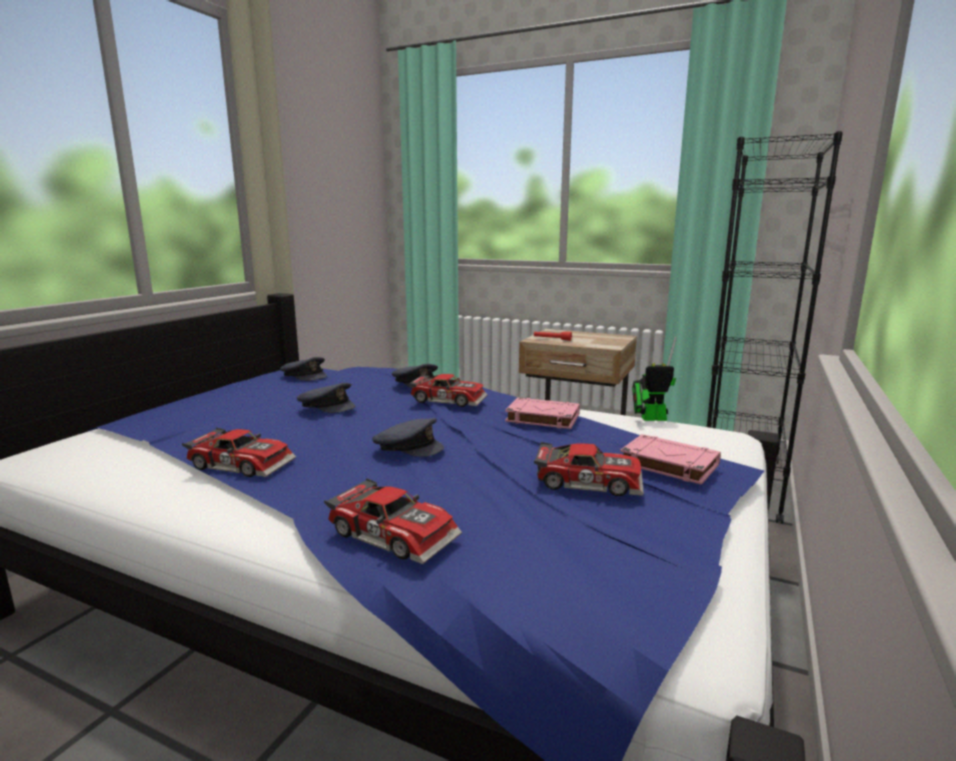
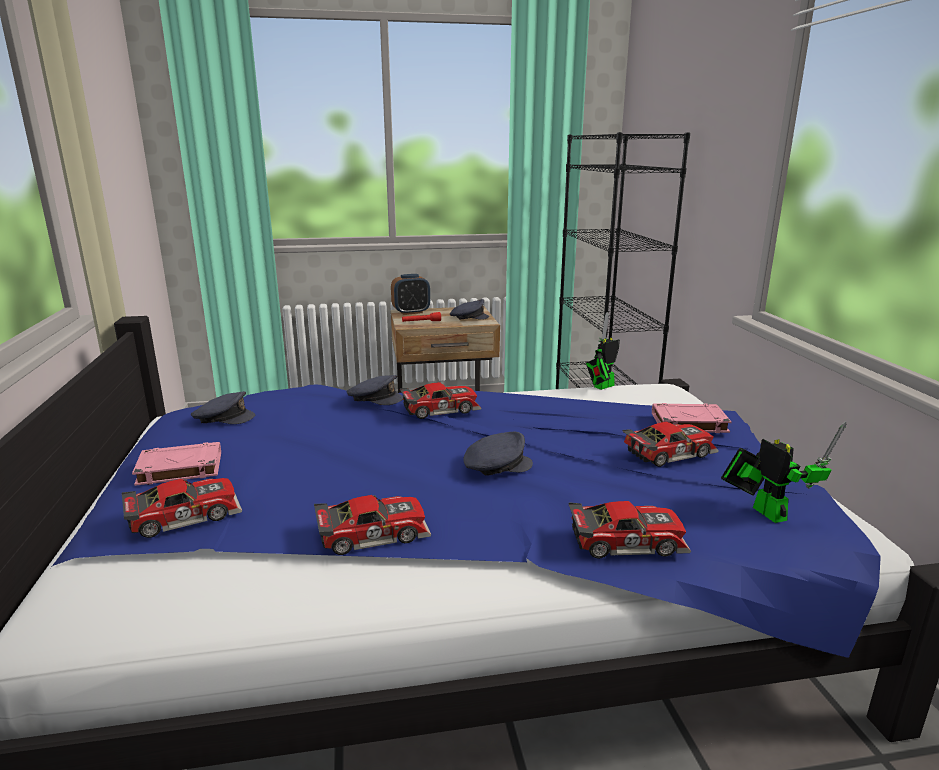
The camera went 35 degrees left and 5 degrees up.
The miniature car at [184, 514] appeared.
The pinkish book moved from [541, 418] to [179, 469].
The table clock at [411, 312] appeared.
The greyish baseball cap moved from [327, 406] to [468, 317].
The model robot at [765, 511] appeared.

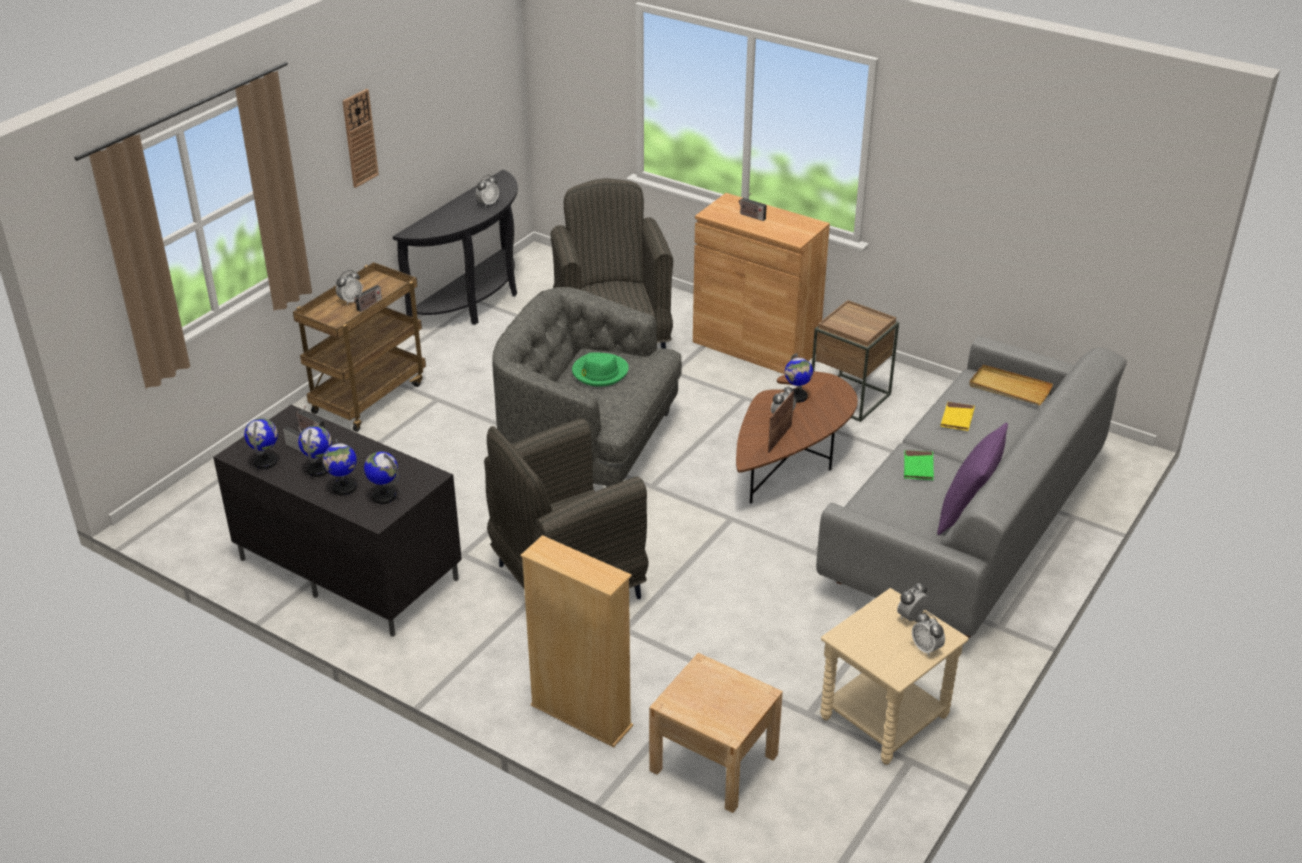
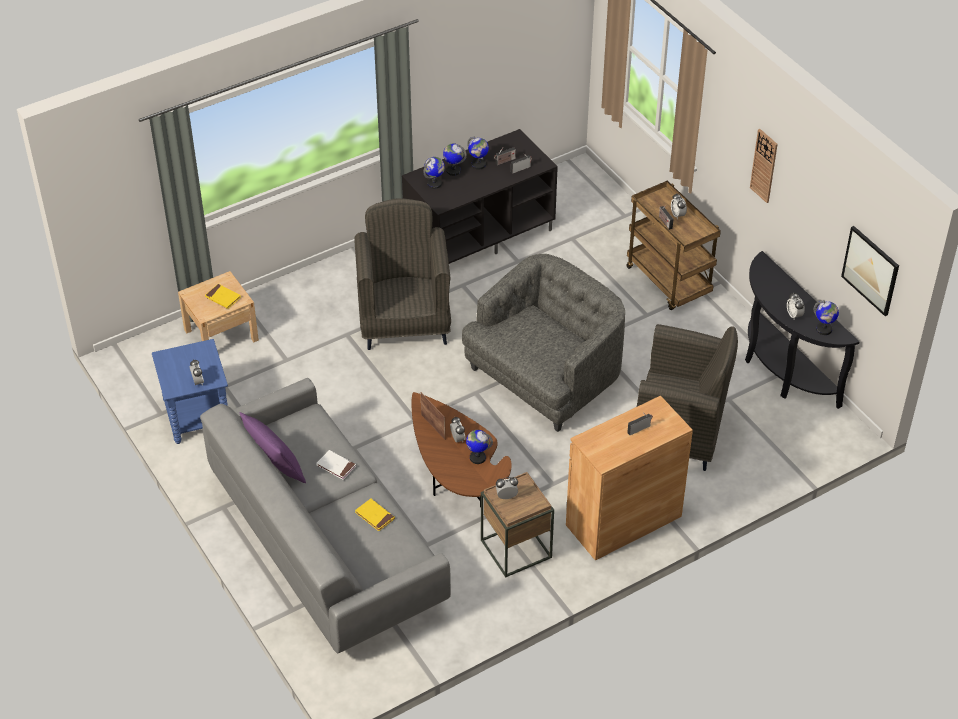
The camera went 115 degrees right and 10 degrees up.
The beige-coloured end table at [884, 718] became the blue-coloured end table at [196, 417].
The yellowish book at [223, 297] appeared.
The greenish book at [918, 467] became the white book at [336, 466].
The table clock moved from [926, 648] to [506, 496].
The world globe moved from [266, 462] to [824, 329].
The wall art at [870, 270] appeared.
The beige-coloured bookcase at [581, 716] disappeared.
The greenish clothing hat at [599, 372] disappeared.
The beige-coloured carrying tray at [1009, 388] disappeared.

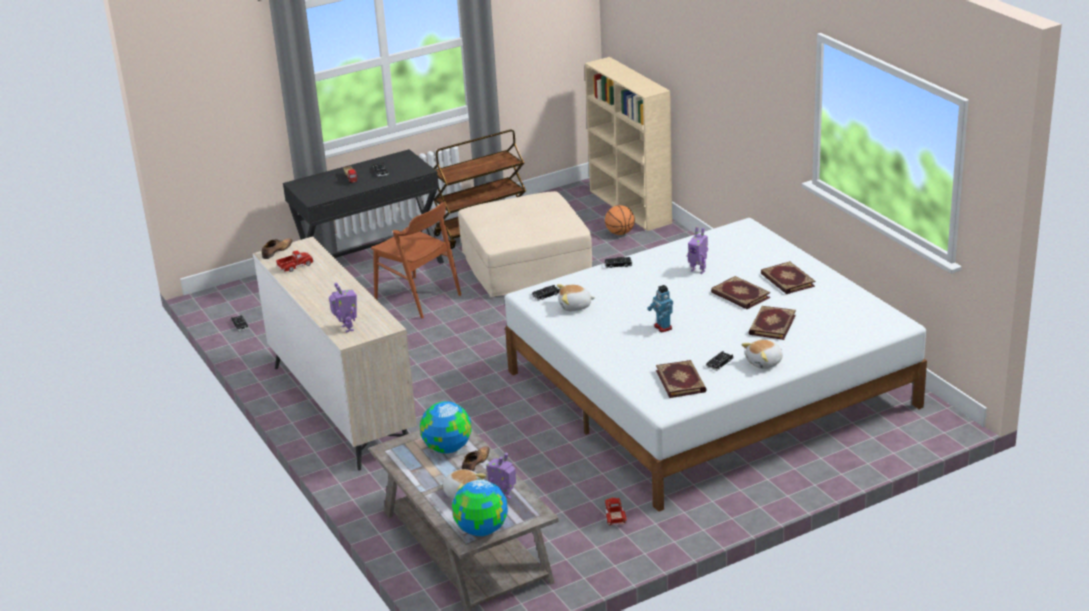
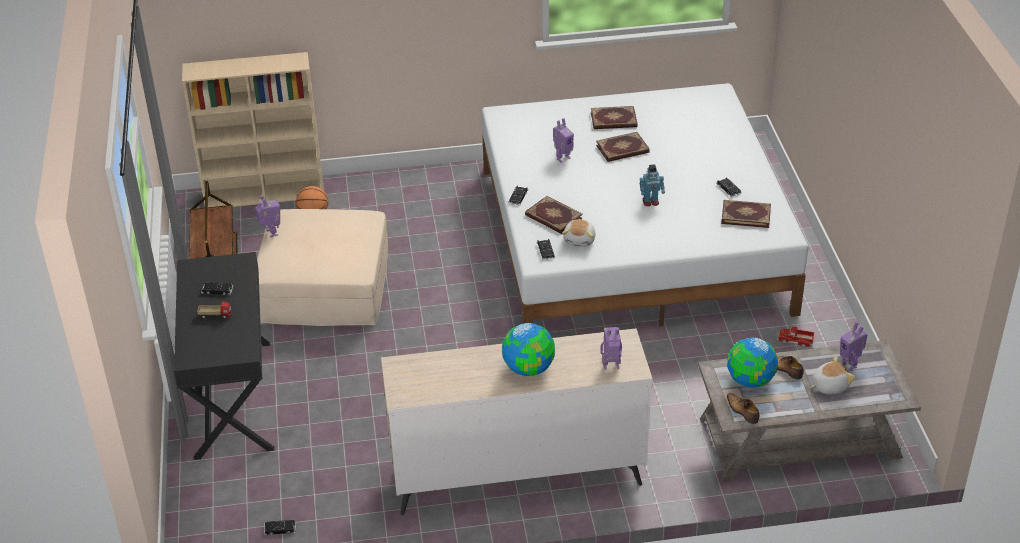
The camera went 70 degrees left and 10 degrees up.
The model robot at [271, 233] appeared.
The world globe moved from [482, 530] to [529, 368].
The book moved from [771, 324] to [553, 217].
The low shoe moved from [276, 251] to [742, 411].
The toy lorry at [295, 266] disappeared.
The brownish chair at [418, 297] disappeared.
The cuddly toy at [764, 363] disappeared.

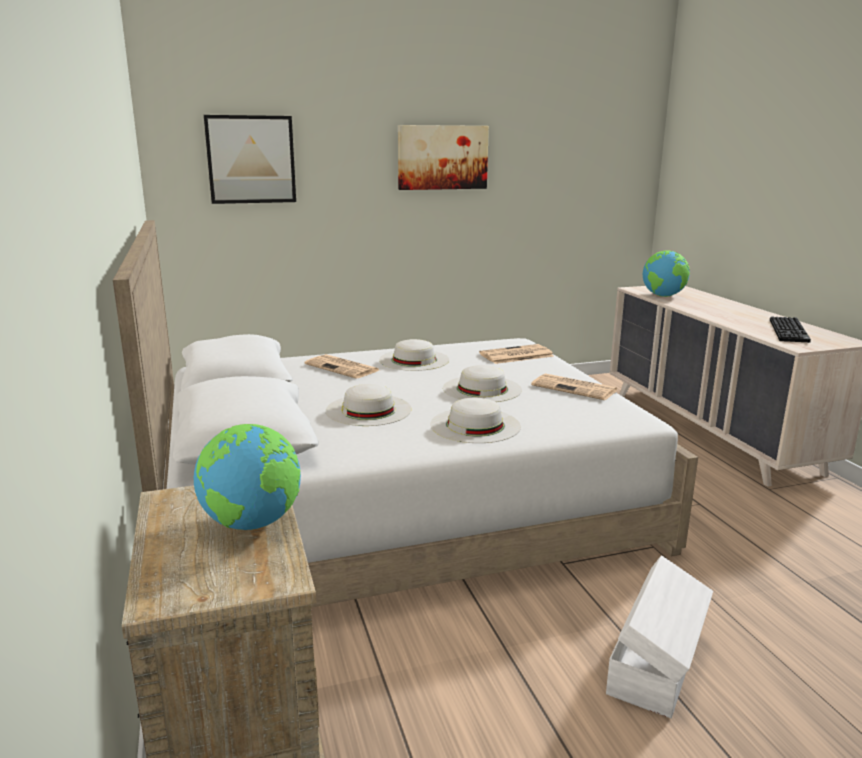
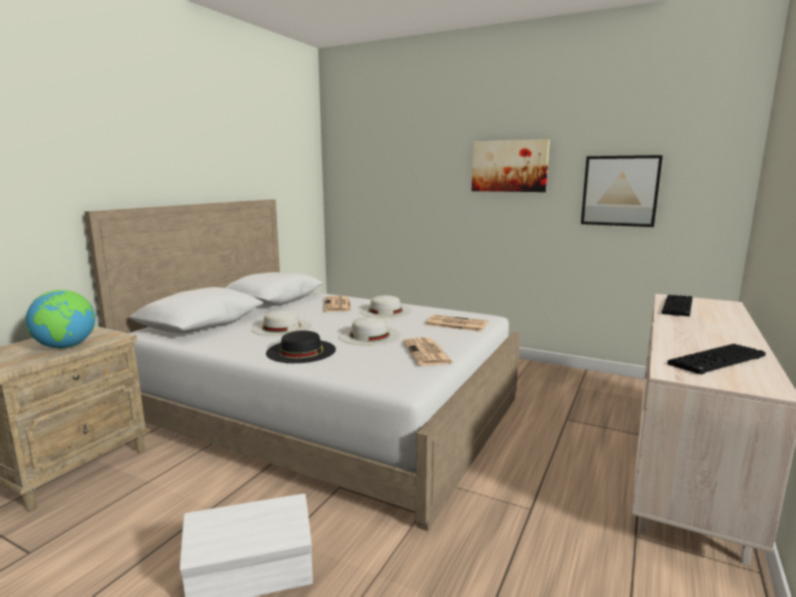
The camera went 45 degrees right and 5 degrees down.
The white clothing hat at [475, 425] became the blackish clothing hat at [301, 351].
The wall art moved from [251, 159] to [620, 191].
The world globe at [663, 296] was replaced by the PC keyboard at [679, 307].

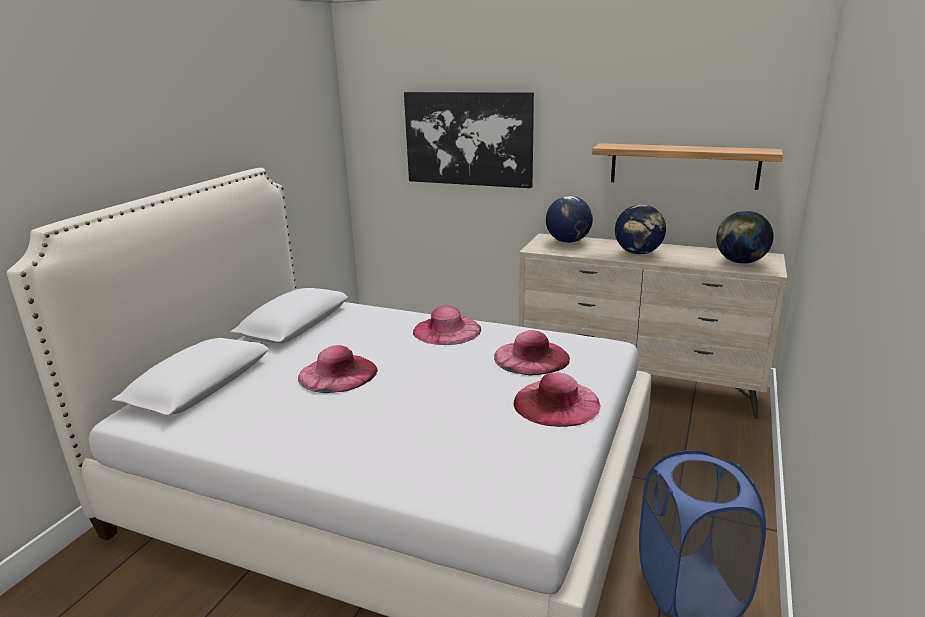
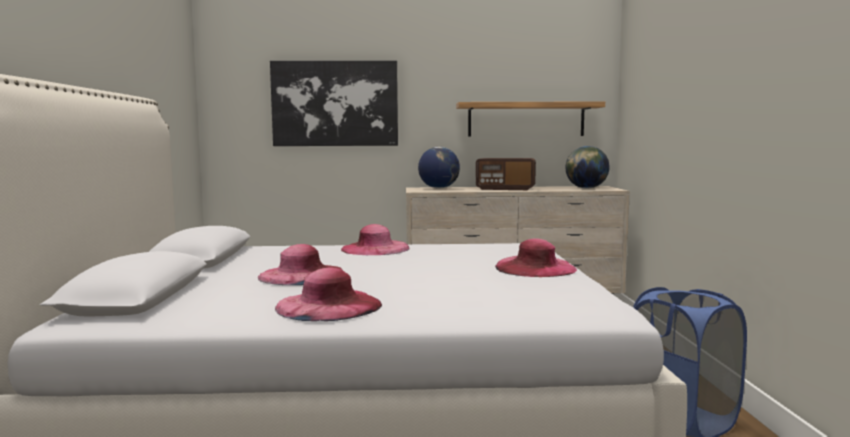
The camera went 25 degrees left and 15 degrees down.
The pinkish clothing hat moved from [531, 357] to [329, 305].
The world globe at [638, 253] was replaced by the radio at [505, 189].

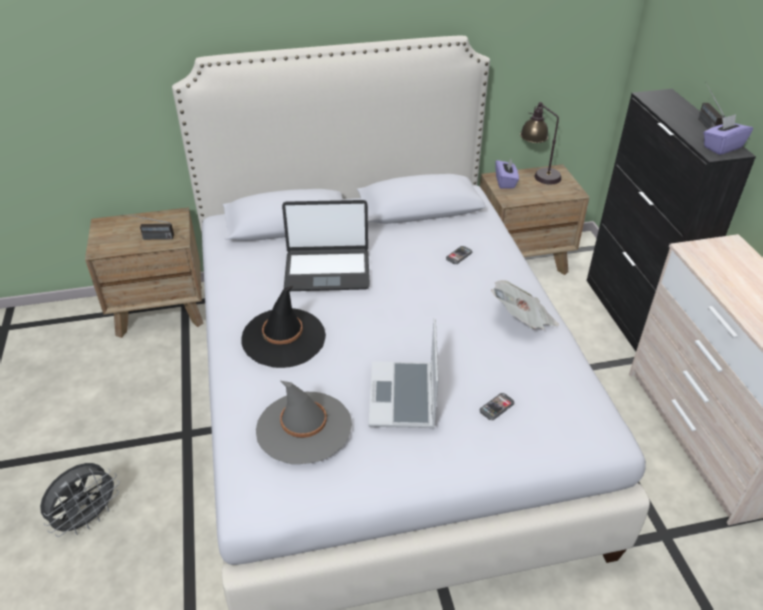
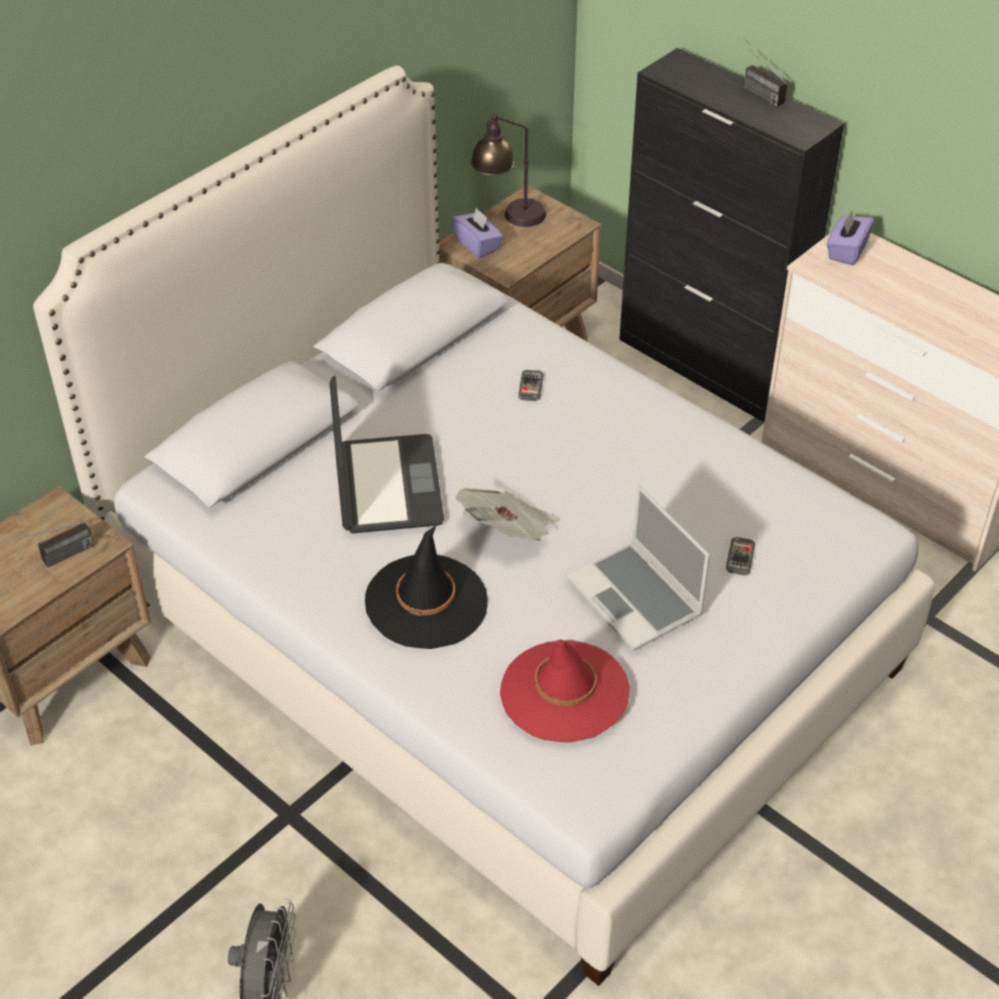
The camera went 35 degrees left and 5 degrees up.
The portable computer at [327, 270] turned 60 degrees counterclockwise.
The printed paper moved from [522, 320] to [508, 531].
The greyish clothing hat at [304, 427] became the red-coloured clothing hat at [564, 692].
The purplish tissue holder moved from [722, 147] to [846, 251].

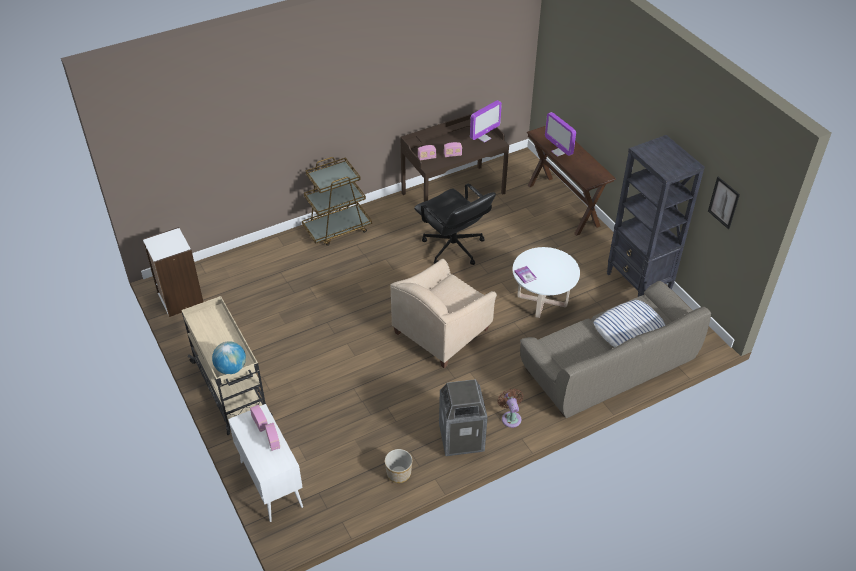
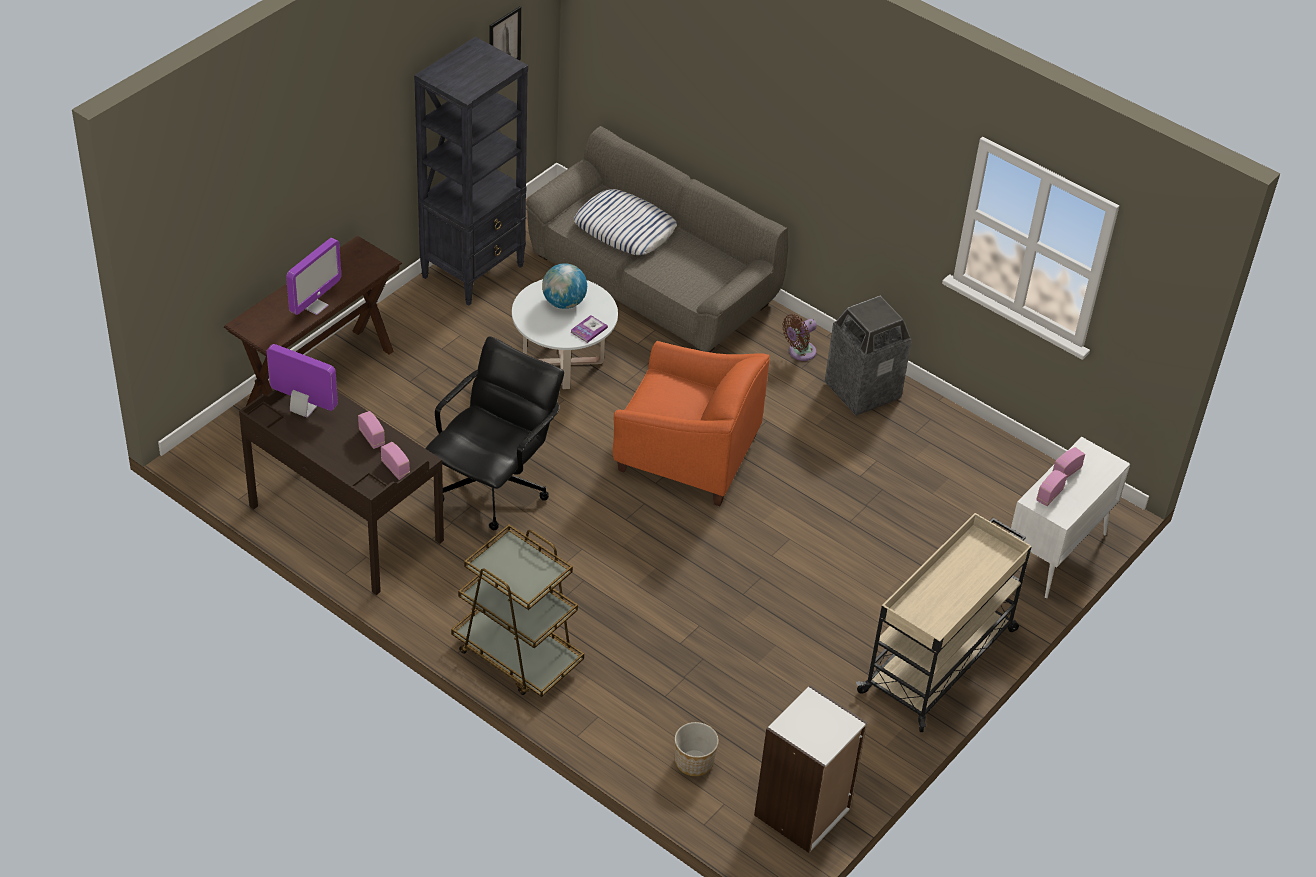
The camera went 115 degrees left and 0 degrees up.
The world globe moved from [231, 368] to [564, 303].
The beige-coloured lounge chair at [442, 331] became the orange lounge chair at [686, 455].
The planter moved from [399, 473] to [693, 762].

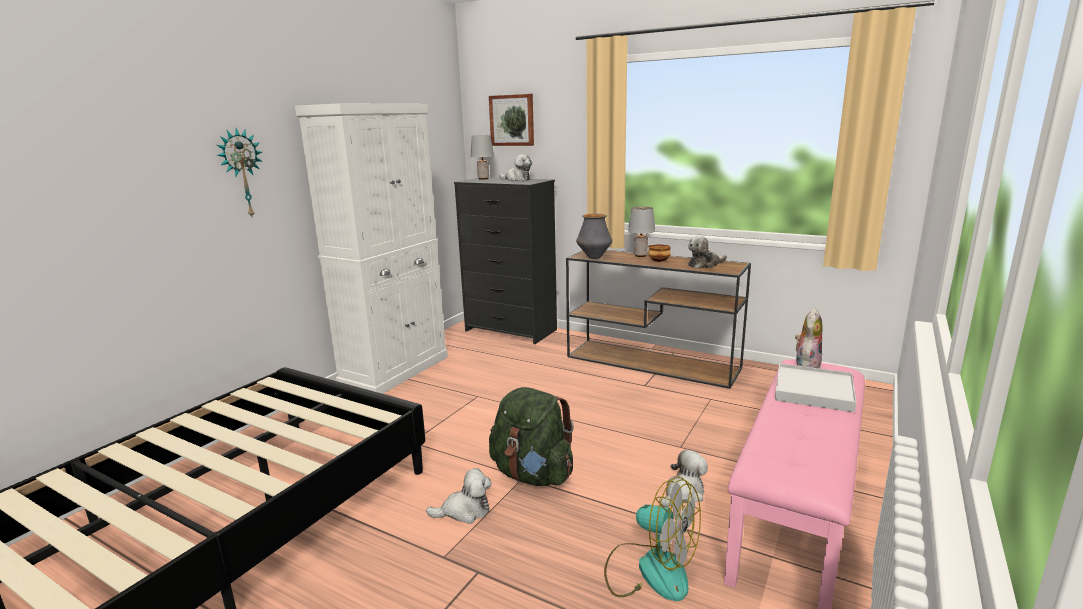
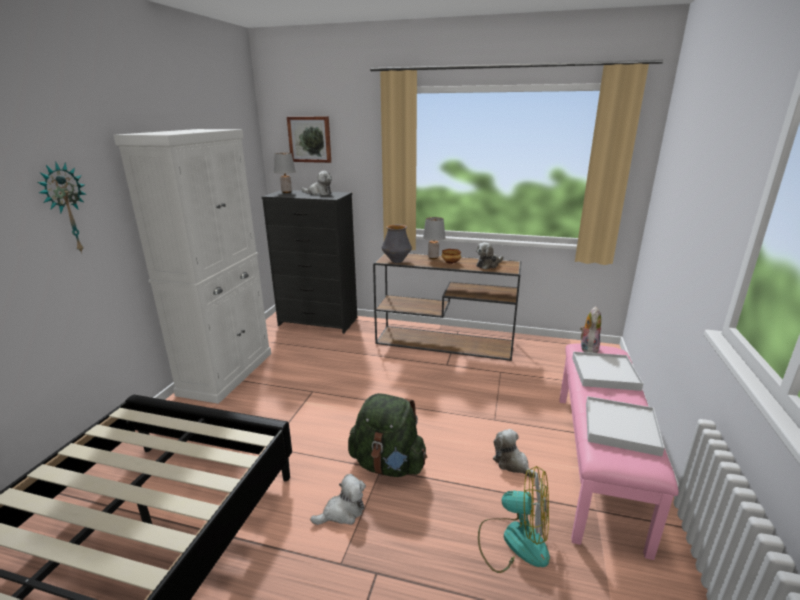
The camera went 15 degrees left and 5 degrees up.
The cuddly toy at [683, 493] turned 75 degrees counterclockwise.
The white carrying tray at [620, 428] appeared.

